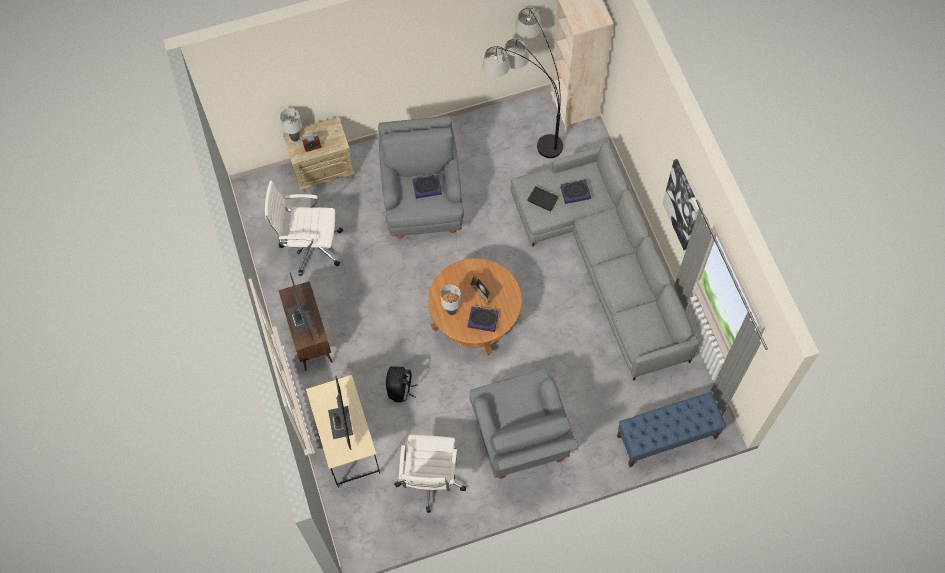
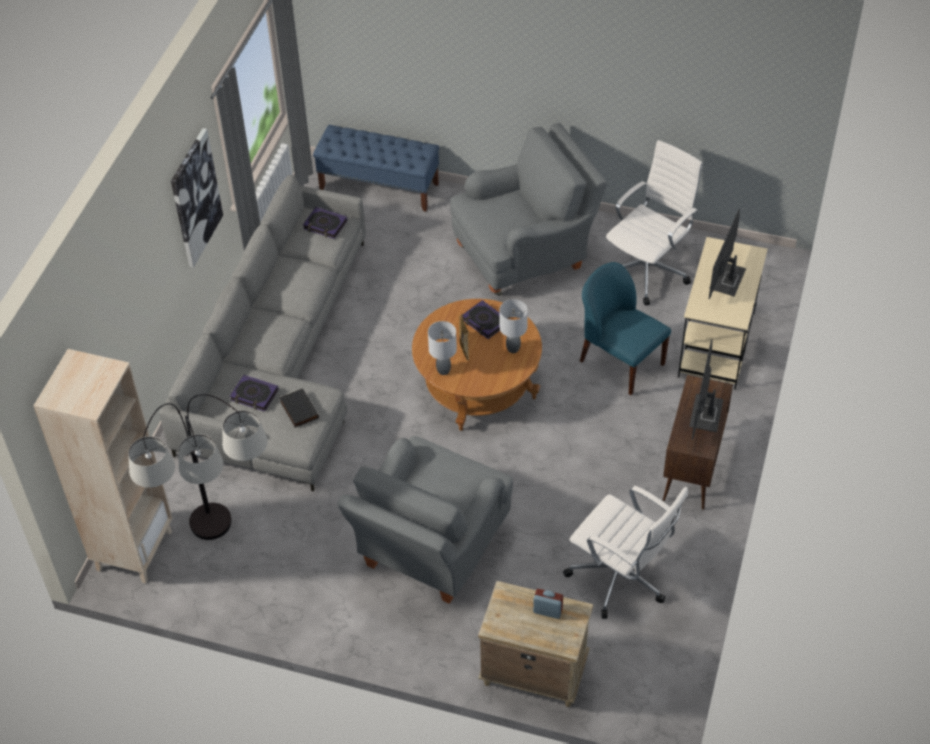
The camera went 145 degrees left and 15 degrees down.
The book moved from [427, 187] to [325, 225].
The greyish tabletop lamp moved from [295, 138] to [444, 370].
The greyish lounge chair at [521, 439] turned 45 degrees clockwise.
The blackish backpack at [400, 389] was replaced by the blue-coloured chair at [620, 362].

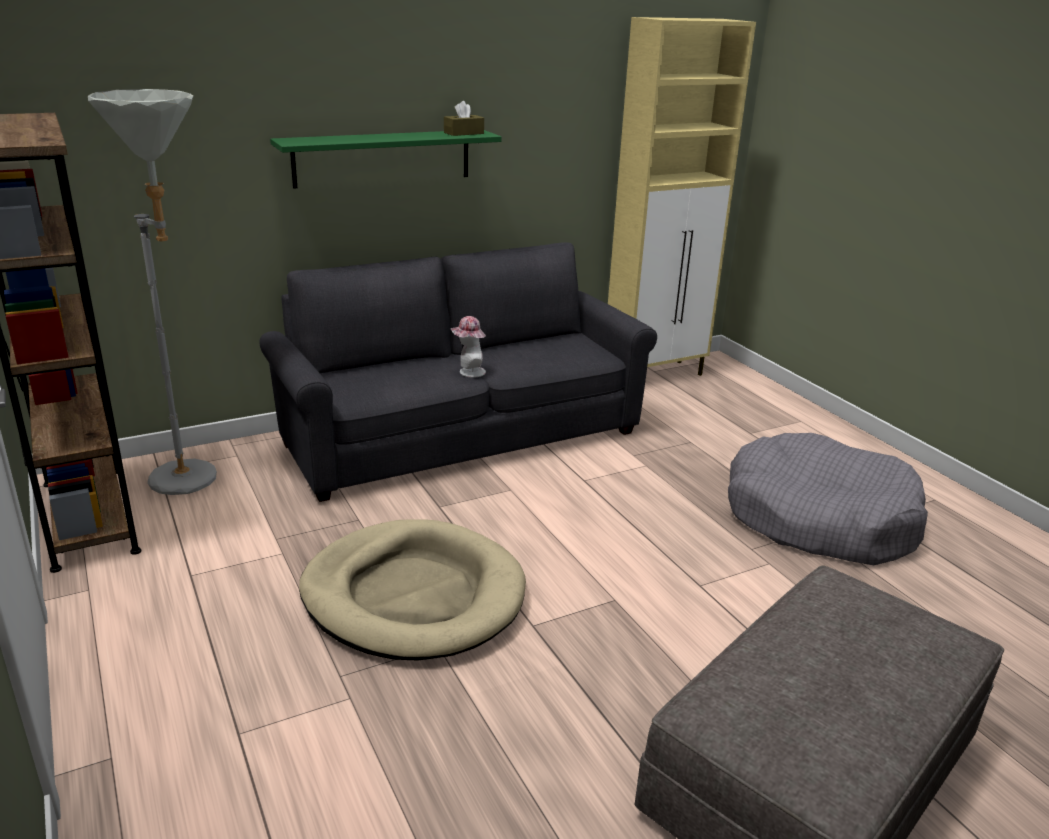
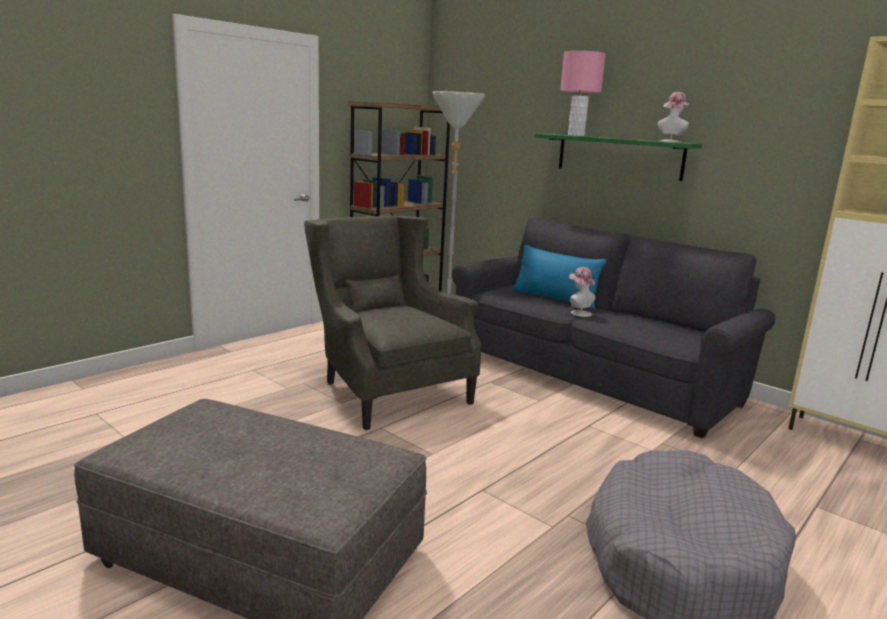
The camera went 70 degrees right and 10 degrees down.
The beige-coloured pet bed at [413, 596] was replaced by the greyish lounge chair at [386, 389].
The blue-coloured throw pillow at [554, 298] appeared.
The pinkish tabletop lamp at [575, 135] appeared.
The brownish tissue holder at [464, 133] was replaced by the clothing hat at [671, 141].

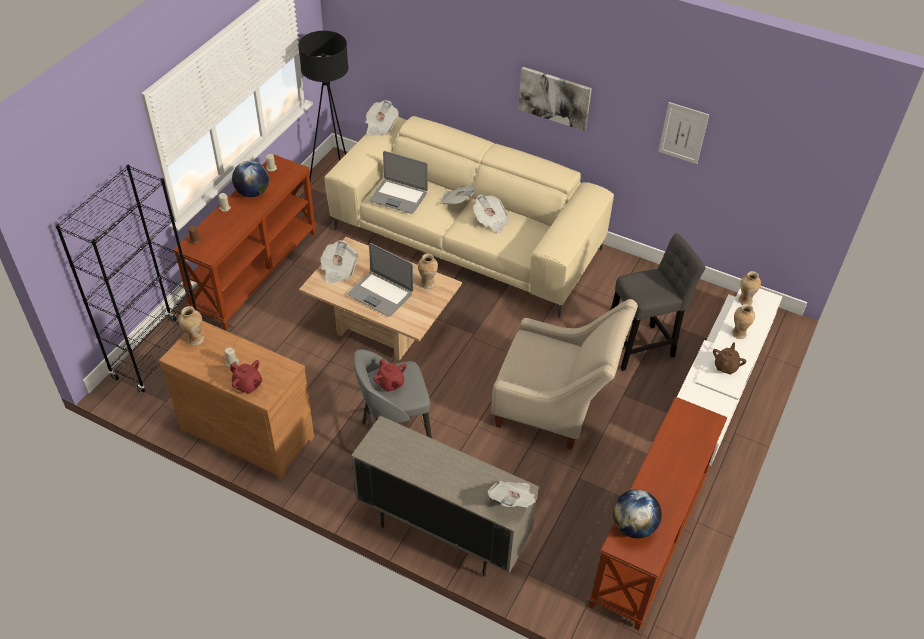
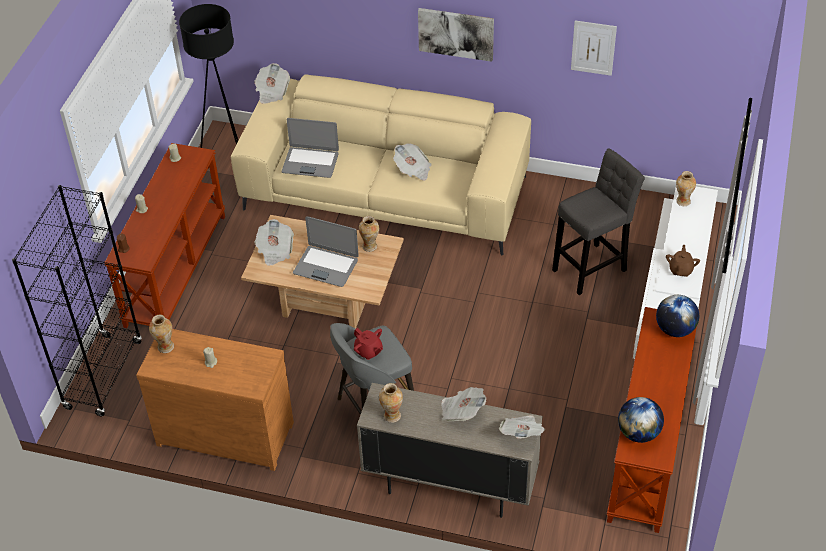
The camera went 10 degrees left and 0 degrees up.
The decorative vase moved from [738, 333] to [391, 415].
The printed paper moved from [457, 202] to [462, 411].
The world globe moved from [252, 192] to [675, 329].
The red-coloured teapot at [248, 385] disappeared.
The beige-coloured lounge chair at [555, 407] disappeared.

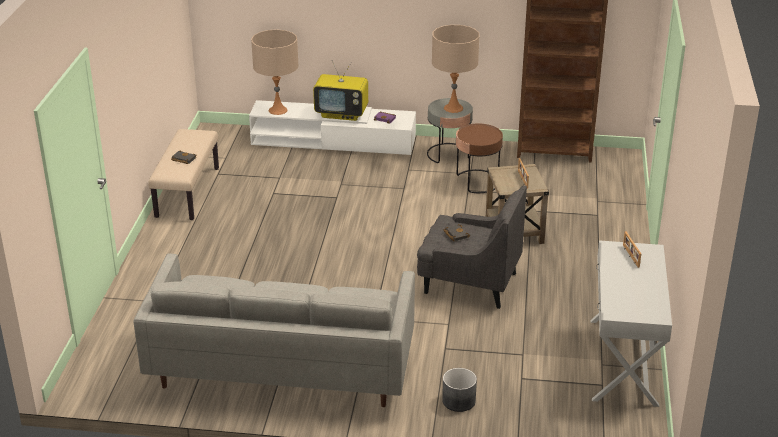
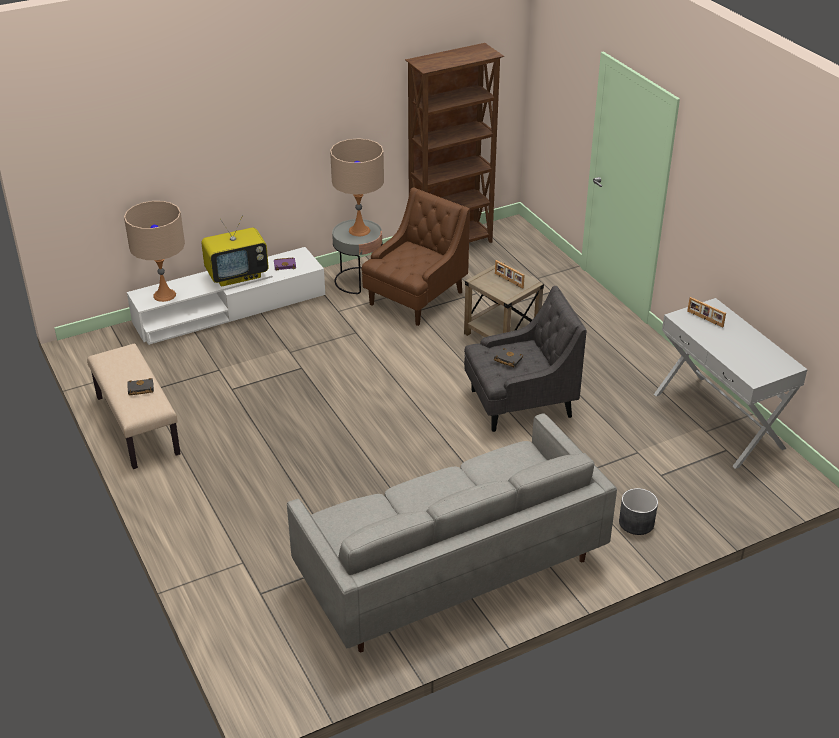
The camera went 35 degrees left and 5 degrees up.
The brownish end table at [477, 182] was replaced by the brownish lounge chair at [415, 299].

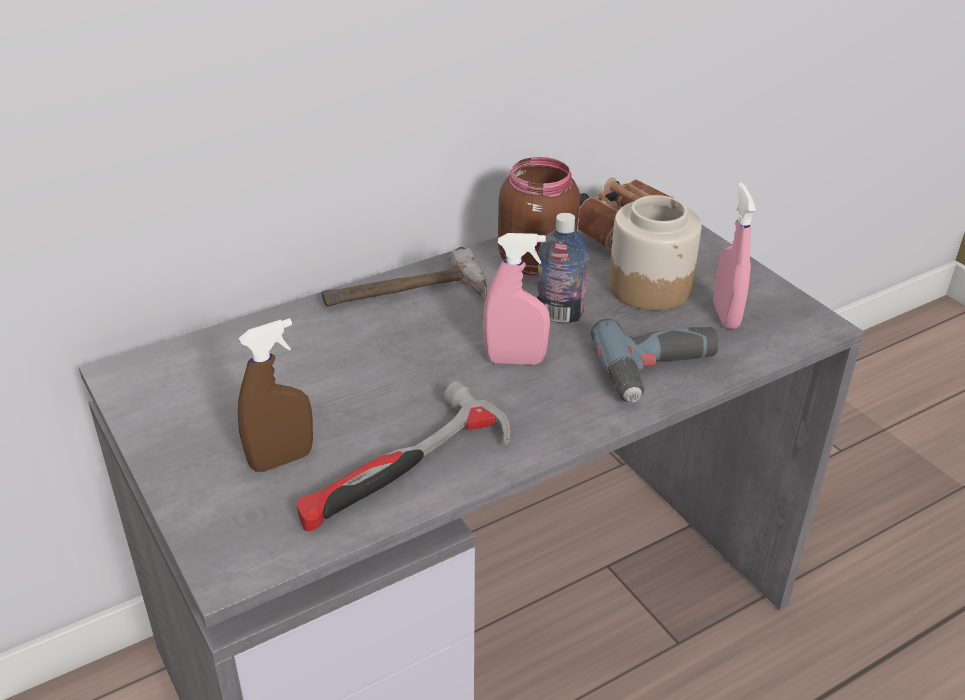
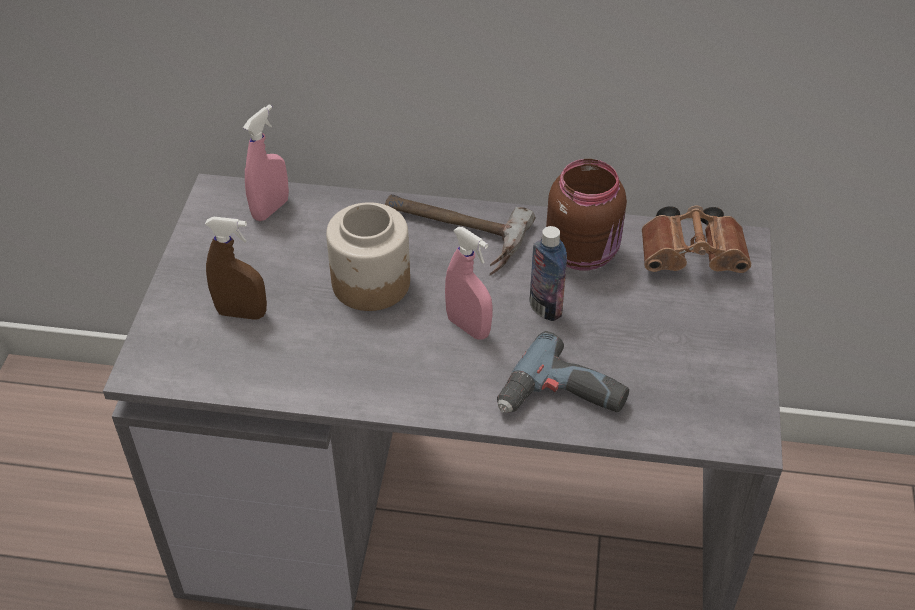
The camera went 40 degrees right and 10 degrees up.
The pinkish spray bottle moved from [725, 315] to [270, 209].
The storage jar moved from [650, 287] to [372, 282].
The tool hammer at [405, 472] disappeared.

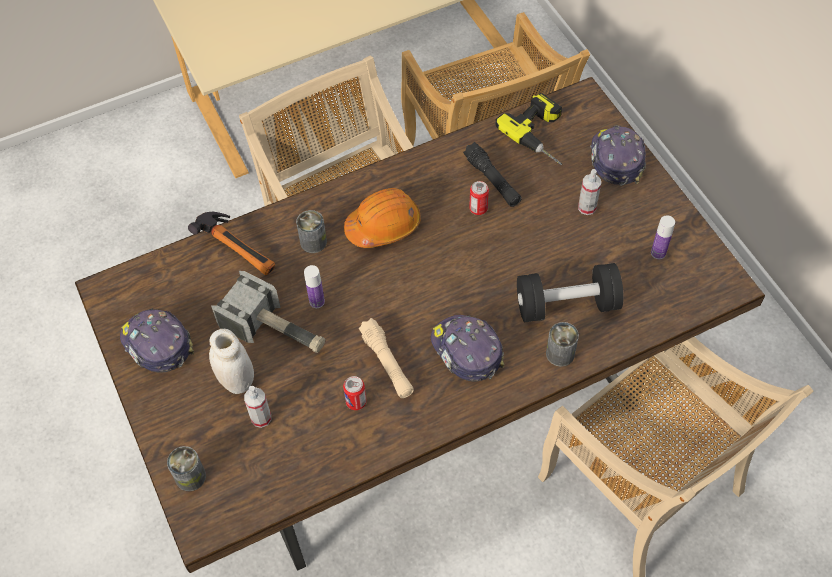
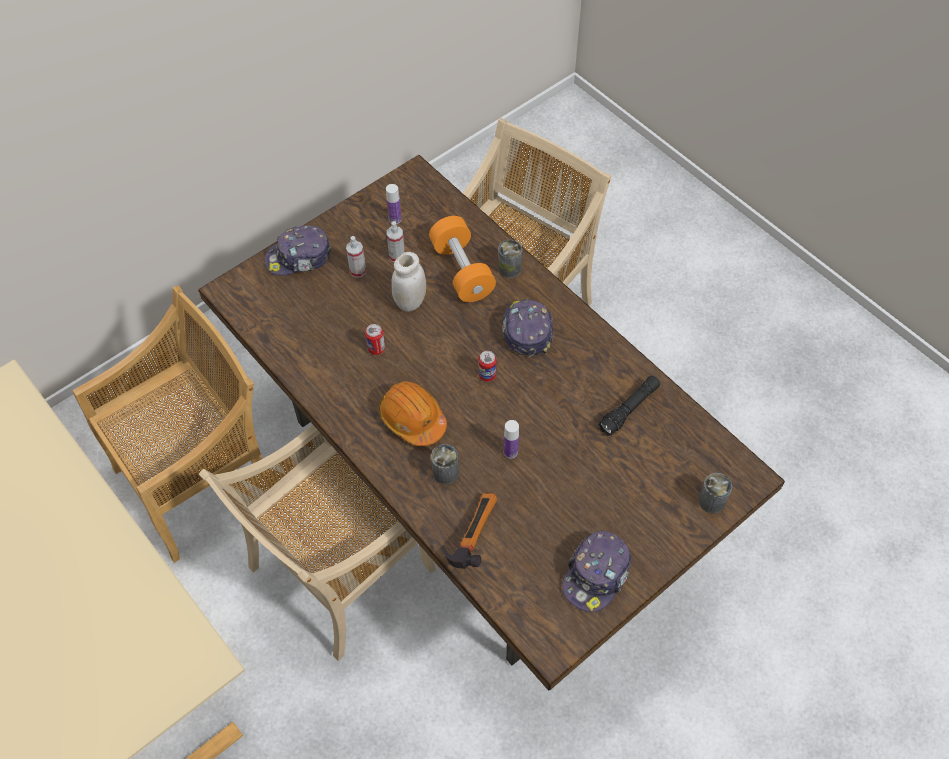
The camera went 105 degrees left and 0 degrees up.
The spray bottle moved from [261, 418] to [397, 256].
The white storage jar moved from [237, 380] to [410, 302].
The blackish hand weight at [567, 305] became the orange hand weight at [462, 270].
The sealed can moved from [356, 402] to [487, 375].
The baseball cap at [466, 351] turned 135 degrees clockwise.
The blackish flashlight moved from [492, 180] to [629, 409].
The tool hammer at [276, 330] disappeared.
The beige-coloured flashlight at [387, 363] disappeared.
The drill at [543, 134] disappeared.

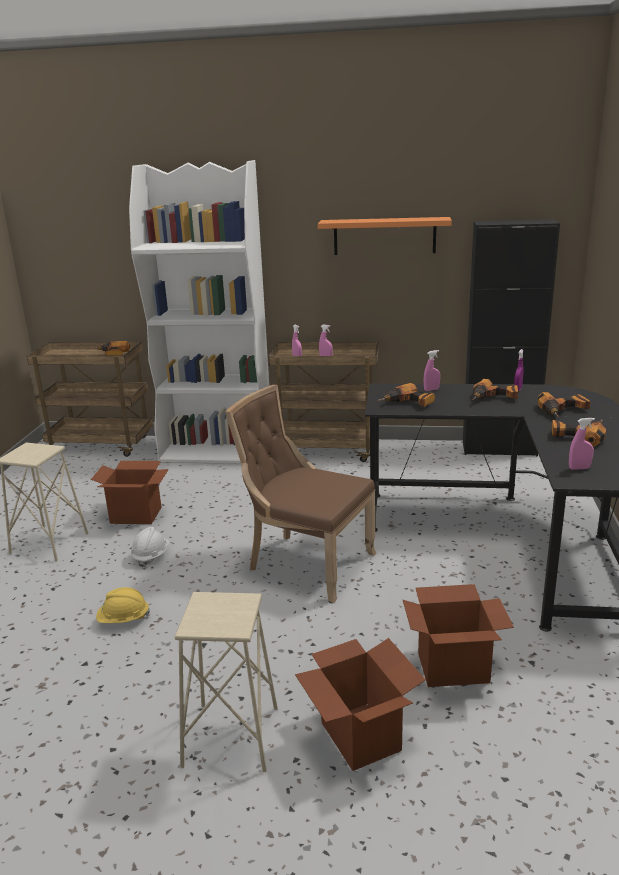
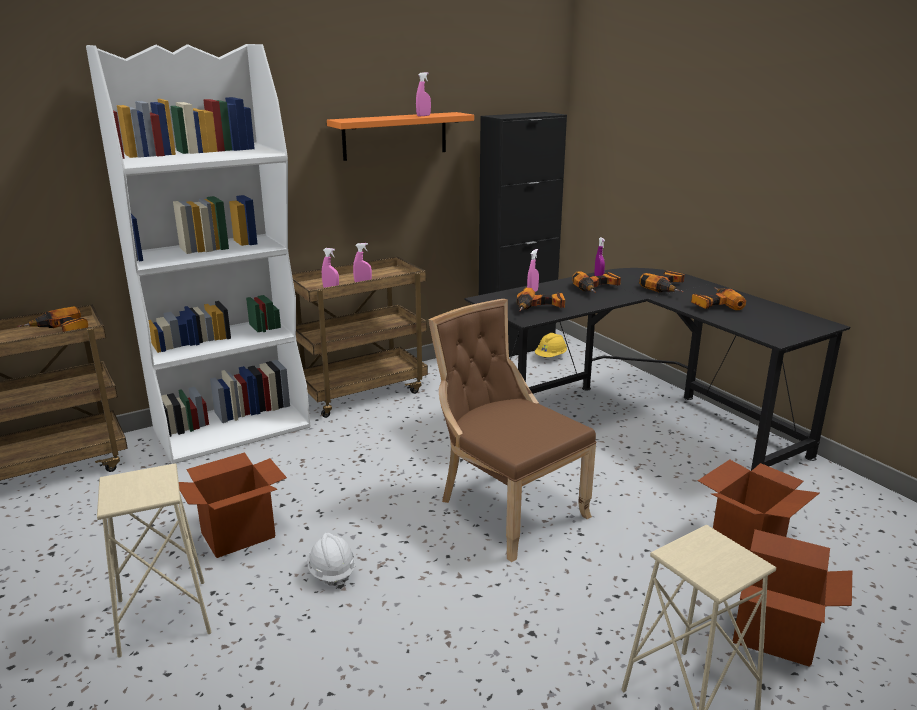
The camera went 40 degrees left and 0 degrees up.
The pinkish spray bottle moved from [579, 468] to [423, 116].
The brownish chair at [306, 563] turned 60 degrees clockwise.
The yellowish safety helmet moved from [123, 620] to [551, 357].

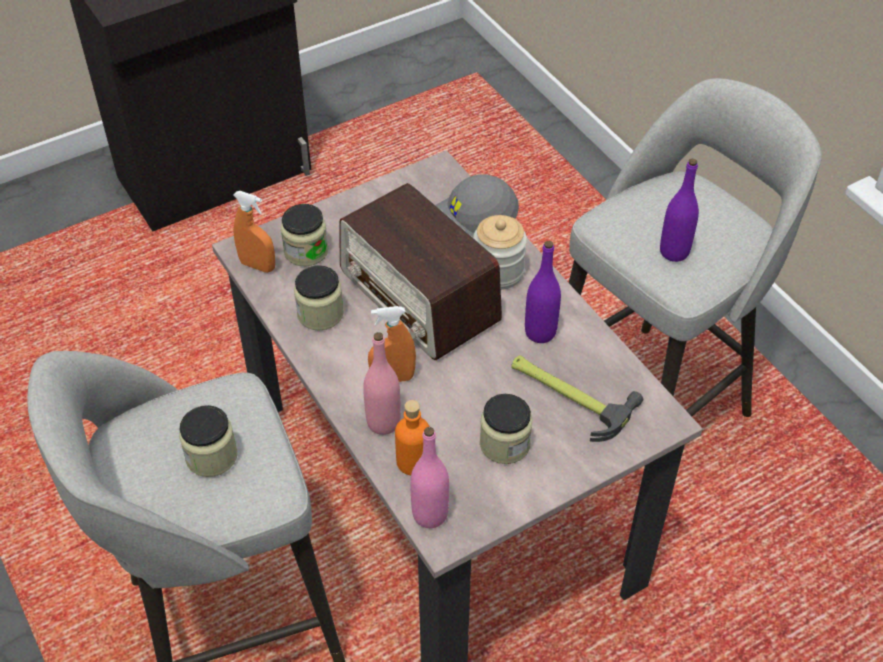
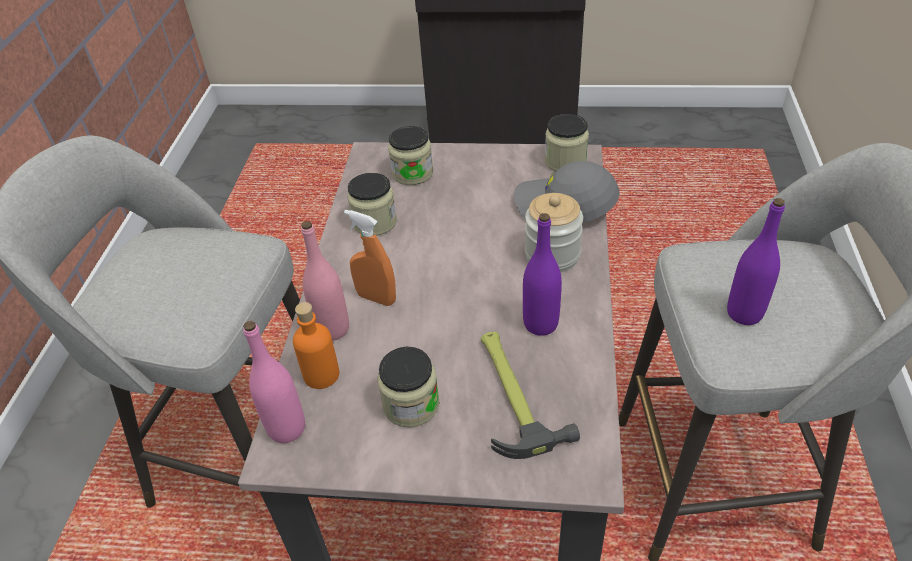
The camera went 40 degrees right and 5 degrees down.
The storage jar moved from [211, 456] to [565, 161].
The orange spray bottle at [257, 266] disappeared.
The radio at [419, 296] disappeared.

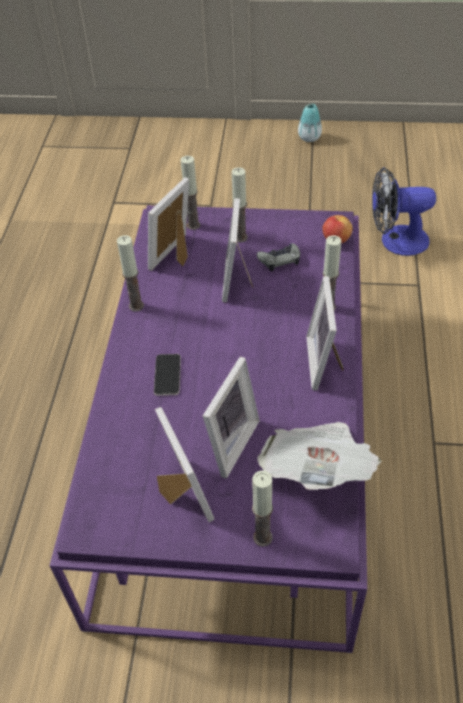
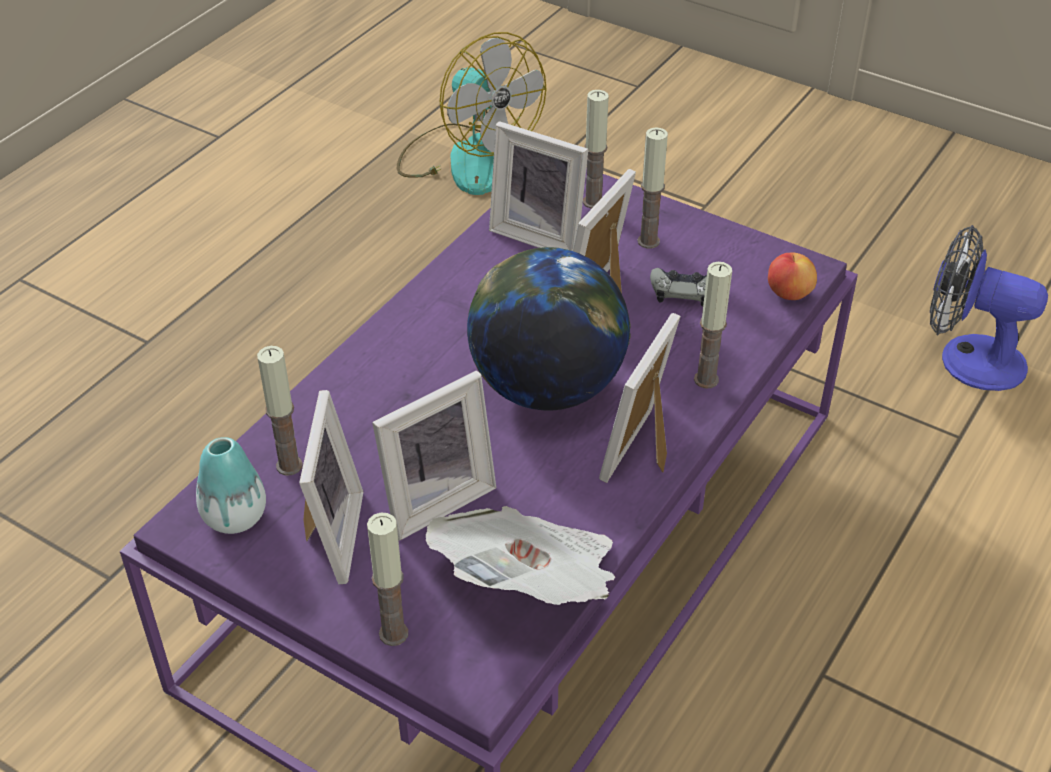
The camera went 25 degrees right and 5 degrees down.
The decorative vase moved from [309, 138] to [235, 517].
The wax candle moved from [136, 306] to [289, 465].
The electric fan at [467, 158] appeared.
The world globe at [547, 388] appeared.
The photo frame at [176, 255] turned 120 degrees counterclockwise.
The handset at [167, 375] disappeared.

